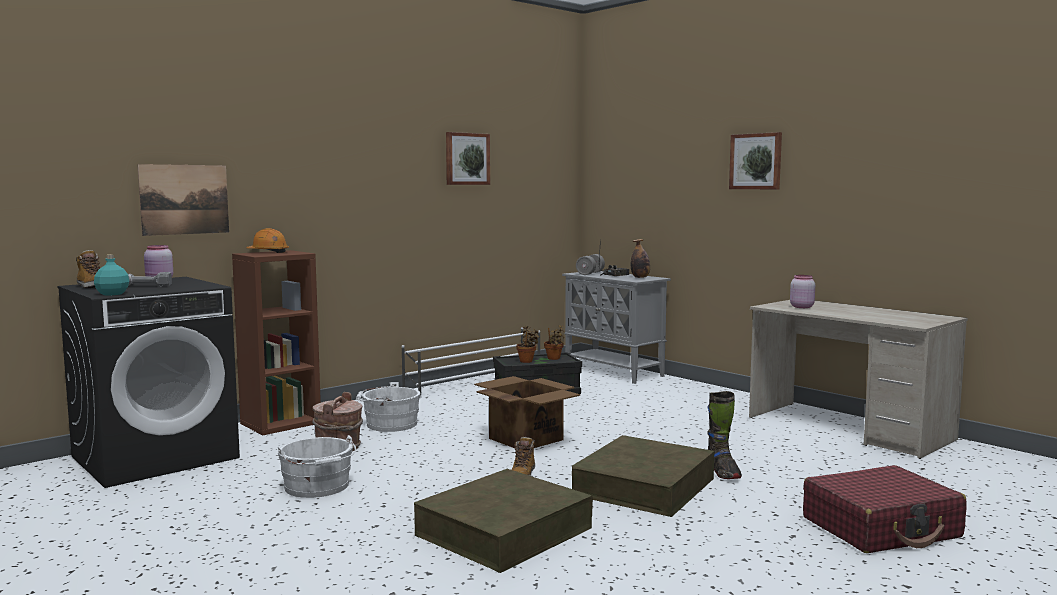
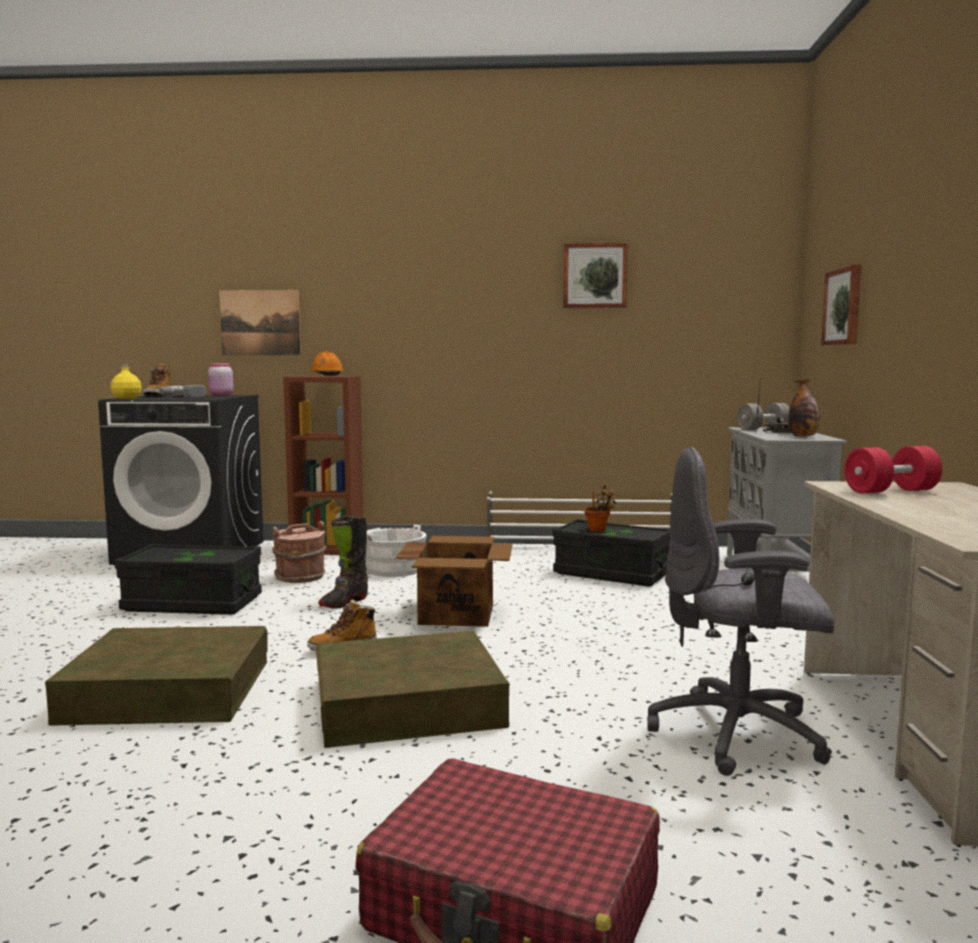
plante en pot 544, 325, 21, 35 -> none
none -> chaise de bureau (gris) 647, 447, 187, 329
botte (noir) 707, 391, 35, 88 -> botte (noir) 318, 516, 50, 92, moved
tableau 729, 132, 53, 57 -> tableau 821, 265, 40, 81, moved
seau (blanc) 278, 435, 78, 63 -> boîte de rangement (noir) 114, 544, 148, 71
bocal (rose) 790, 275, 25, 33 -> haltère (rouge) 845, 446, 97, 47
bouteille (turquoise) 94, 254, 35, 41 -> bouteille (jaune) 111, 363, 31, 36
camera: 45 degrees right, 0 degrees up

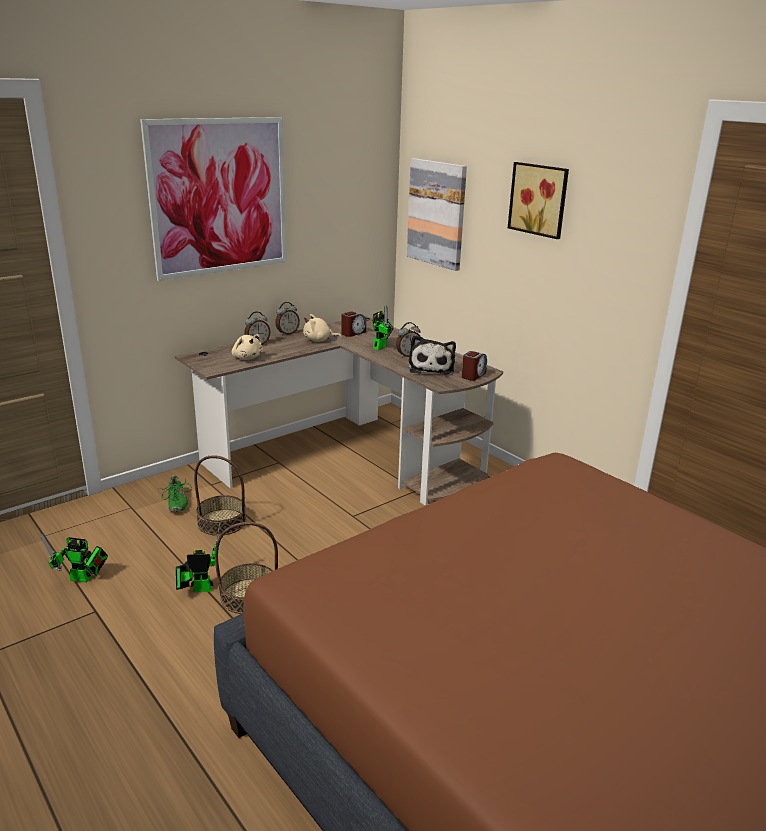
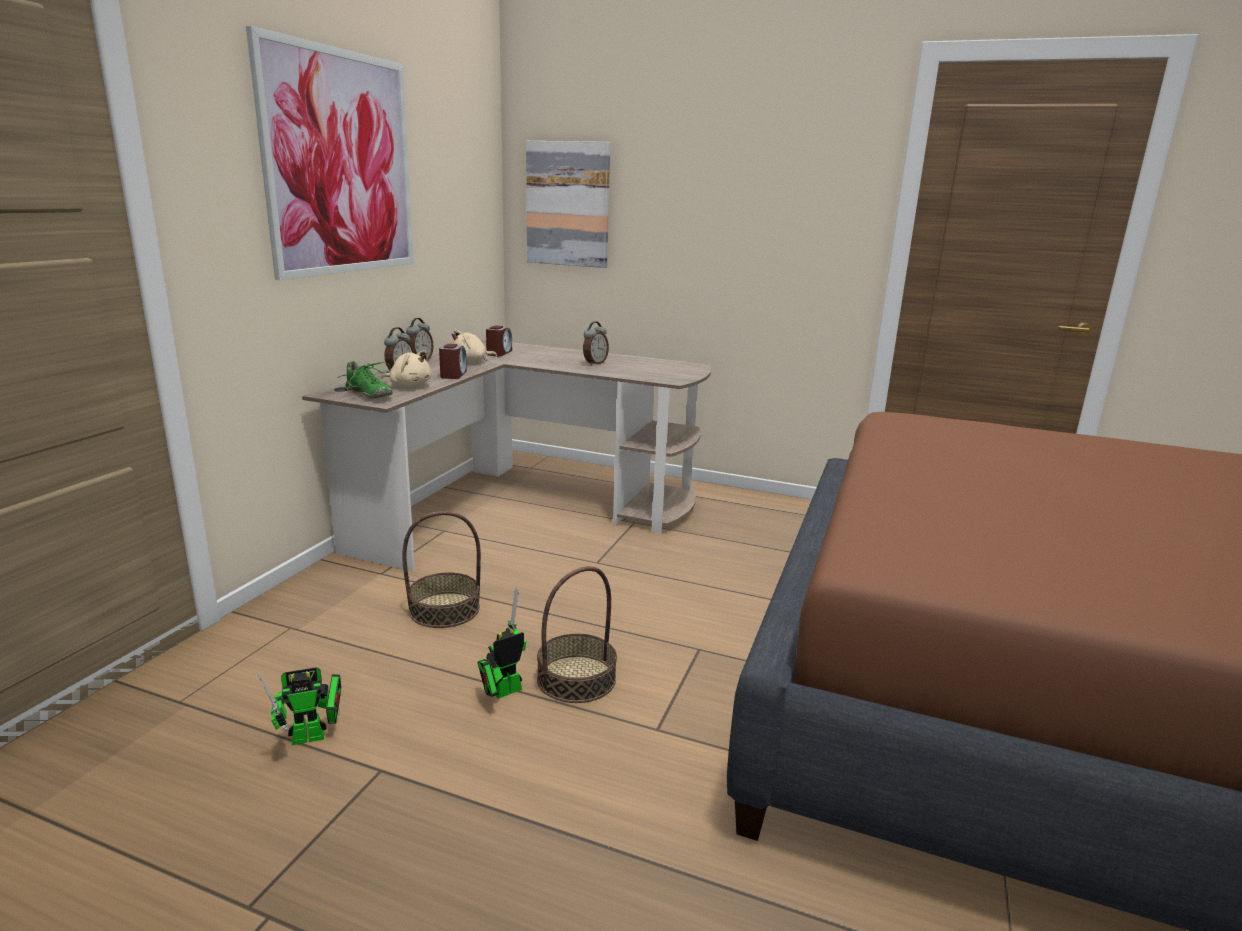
robot jouet 373, 305, 21, 45 -> none
peluche 409, 335, 47, 39 -> none
tableau 508, 162, 61, 77 -> none
chaussure (vert) 160, 475, 32, 37 -> chaussure (vert) 338, 361, 54, 37, moved
réveil 462, 351, 25, 30 -> réveil 439, 344, 28, 35, moved
camera: 30 degrees left, 5 degrees down

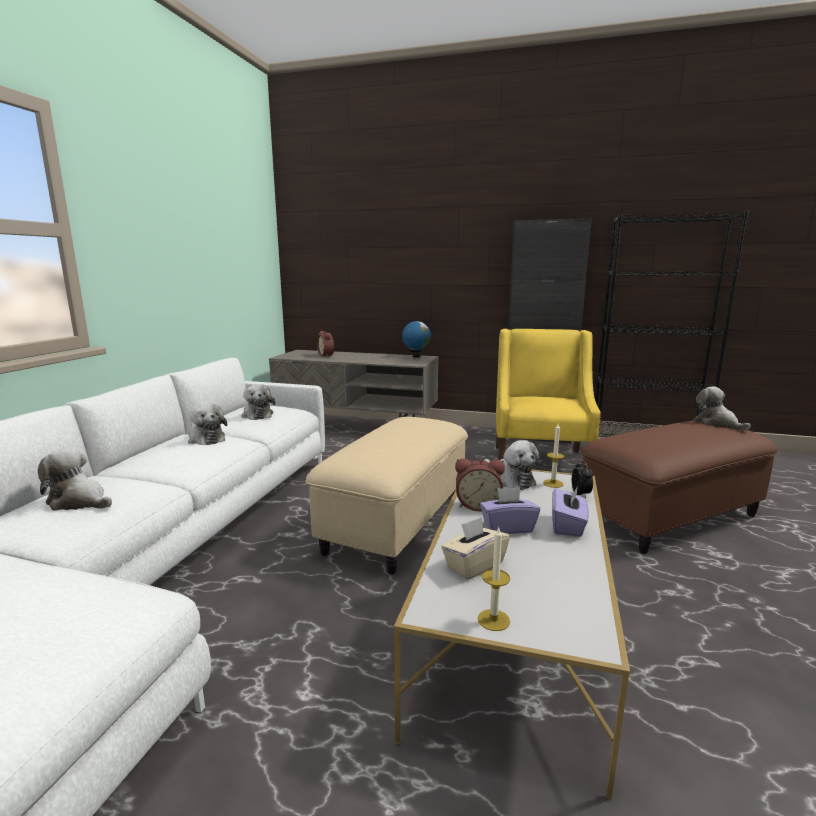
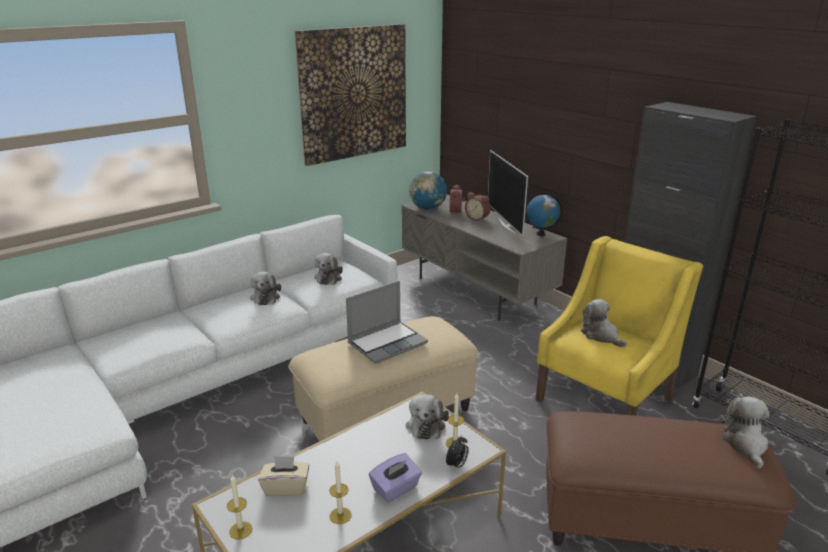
boîte à mouchoirs (violet) 480, 487, 60, 47 -> none
none -> tableau 295, 24, 111, 142
none -> bougie 329, 461, 23, 63
none -> ordinateur portable 346, 281, 82, 83
none -> globe 409, 171, 38, 39
none -> téléviseur 488, 150, 40, 86
peluche 38, 449, 74, 62 -> peluche 581, 299, 46, 49, moved
réveil 455, 458, 50, 53 -> réveil 465, 192, 26, 30, moved
camera: 35 degrees right, 10 degrees up

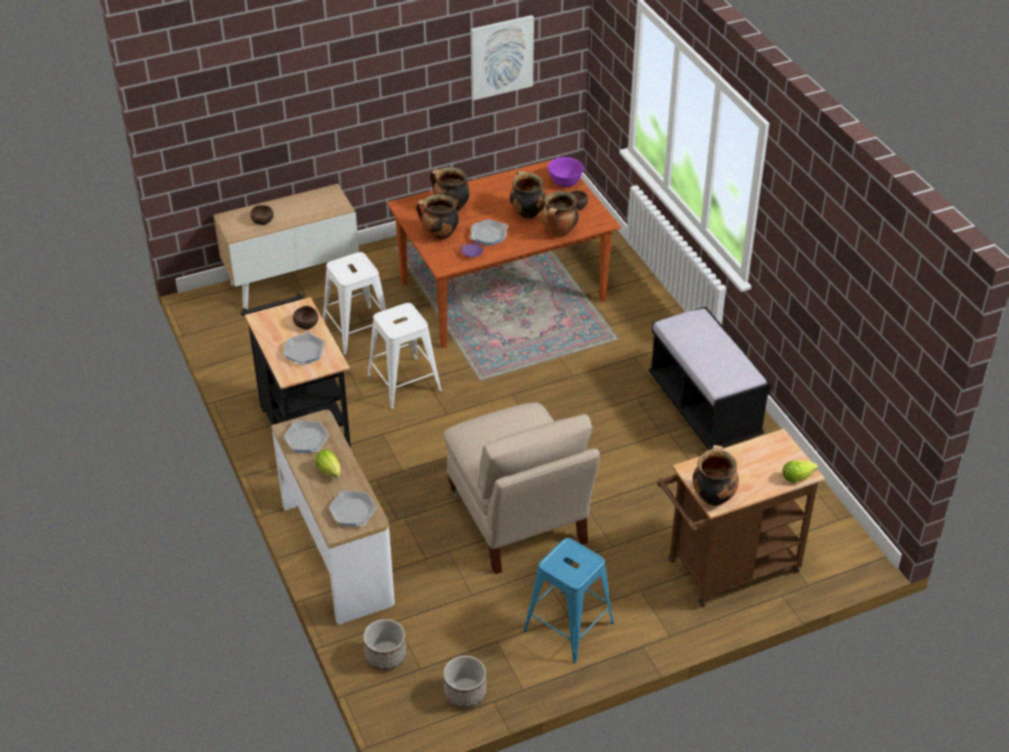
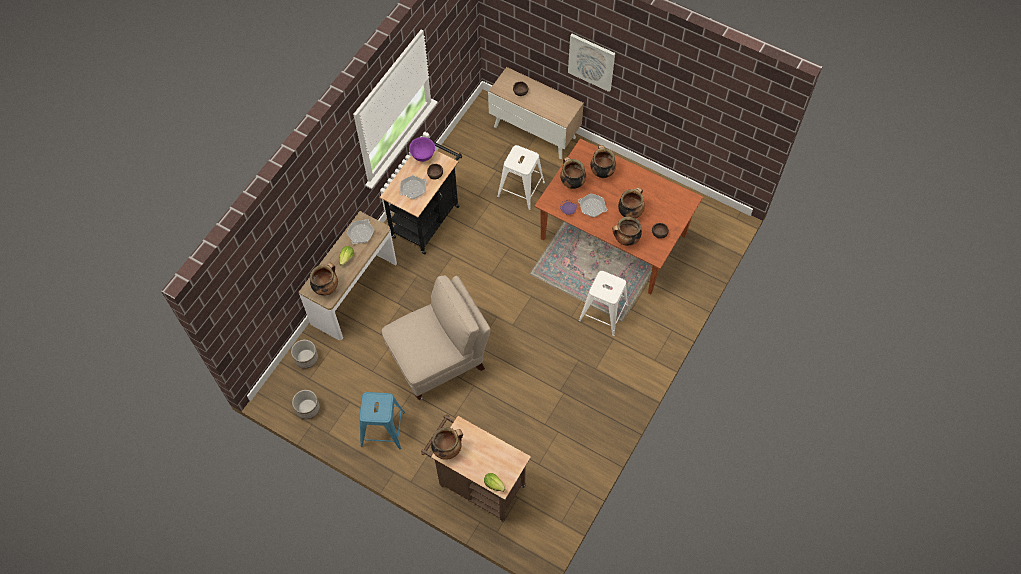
banc (noir) 648, 306, 123, 144 -> none
tabouret (blanc) 367, 303, 75, 106 -> tabouret (blanc) 579, 271, 50, 65, moved
tableau 471, 15, 63, 85 -> tableau 568, 34, 47, 58, moved
bol (violet) 547, 157, 37, 30 -> bol (violet) 409, 137, 26, 25, moved
poêle 329, 490, 47, 36 -> marmite 310, 263, 28, 33
chaise (beige) 444, 403, 156, 171 -> chaise (beige) 382, 275, 108, 125, 150 degrees counterclockwise
camera: 55 degrees right, 20 degrees up

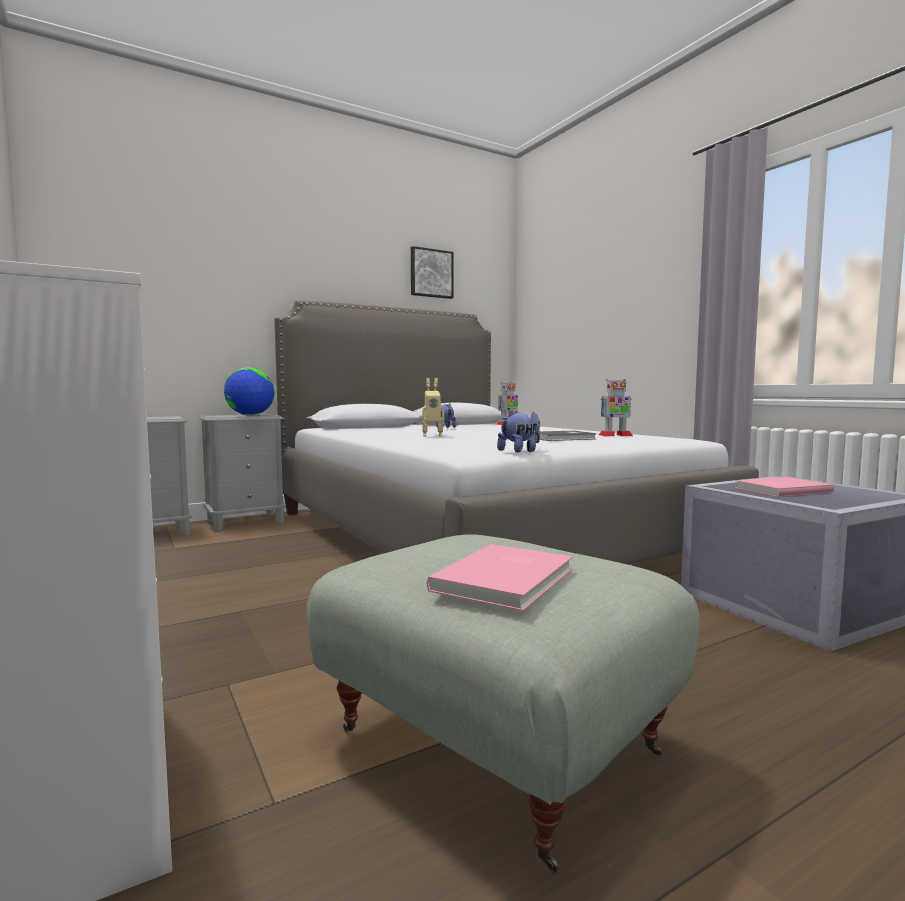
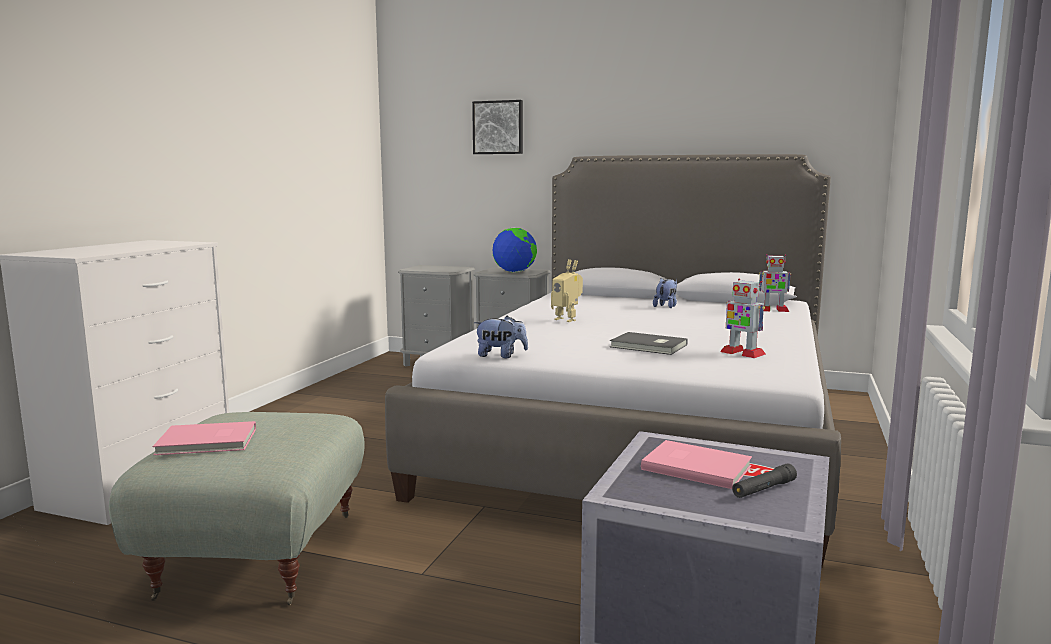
none -> lampe de poche (noir) 732, 464, 65, 34
tableau 411, 246, 43, 53 -> tableau 472, 100, 51, 54, moved
camera: 50 degrees right, 5 degrees up

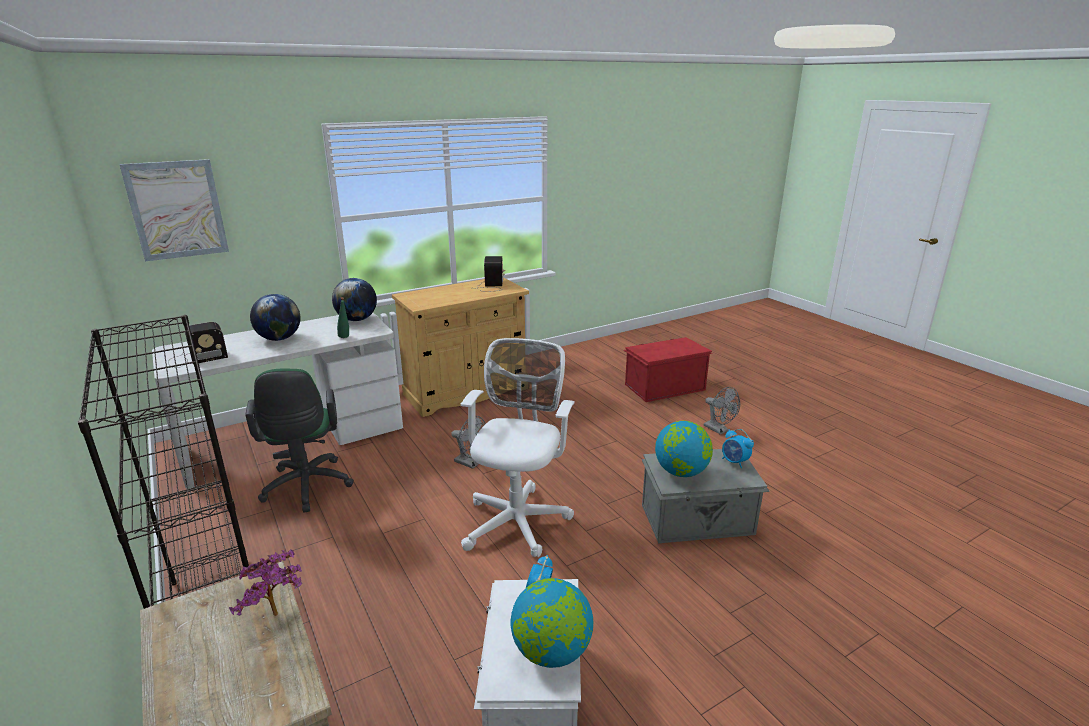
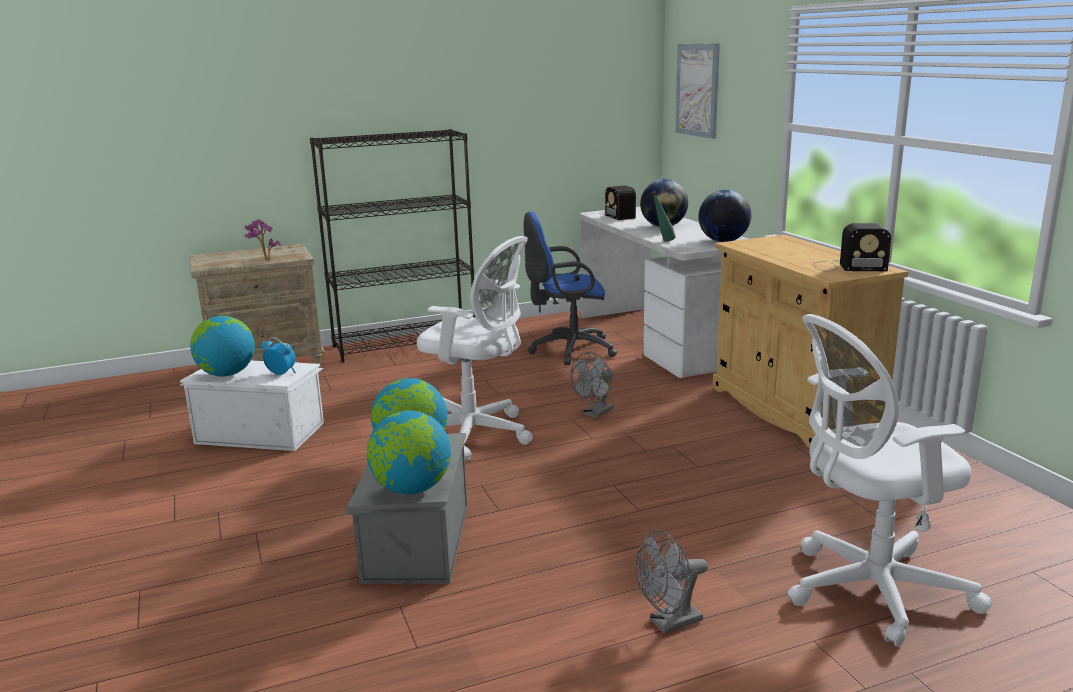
boîte de rangement (rouge) 623, 337, 89, 65 -> chaise de bureau (blanc) 788, 314, 205, 333
réveil 722, 429, 32, 39 -> globe 367, 410, 84, 84
chaise de bureau (vert) 245, 369, 109, 144 -> chaise de bureau (bleu) 524, 212, 93, 153
camera: 100 degrees right, 5 degrees down

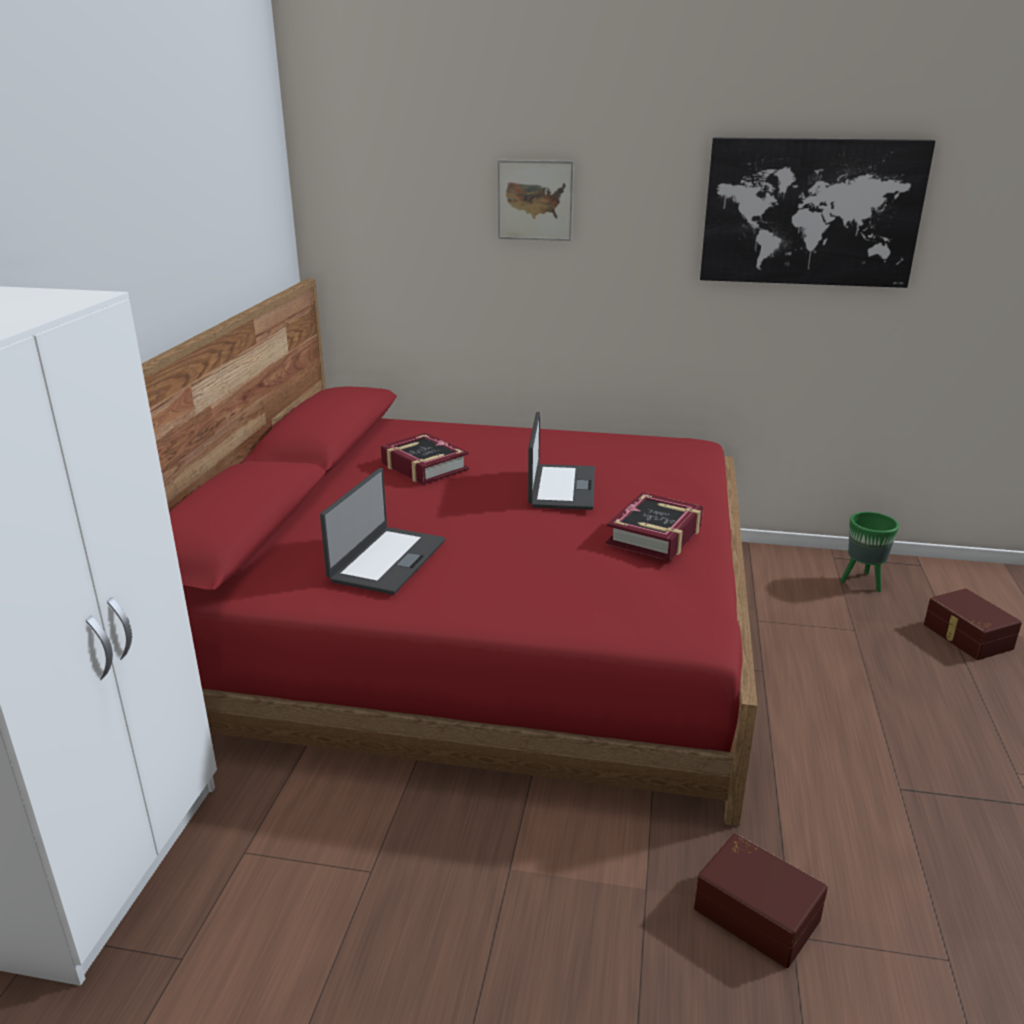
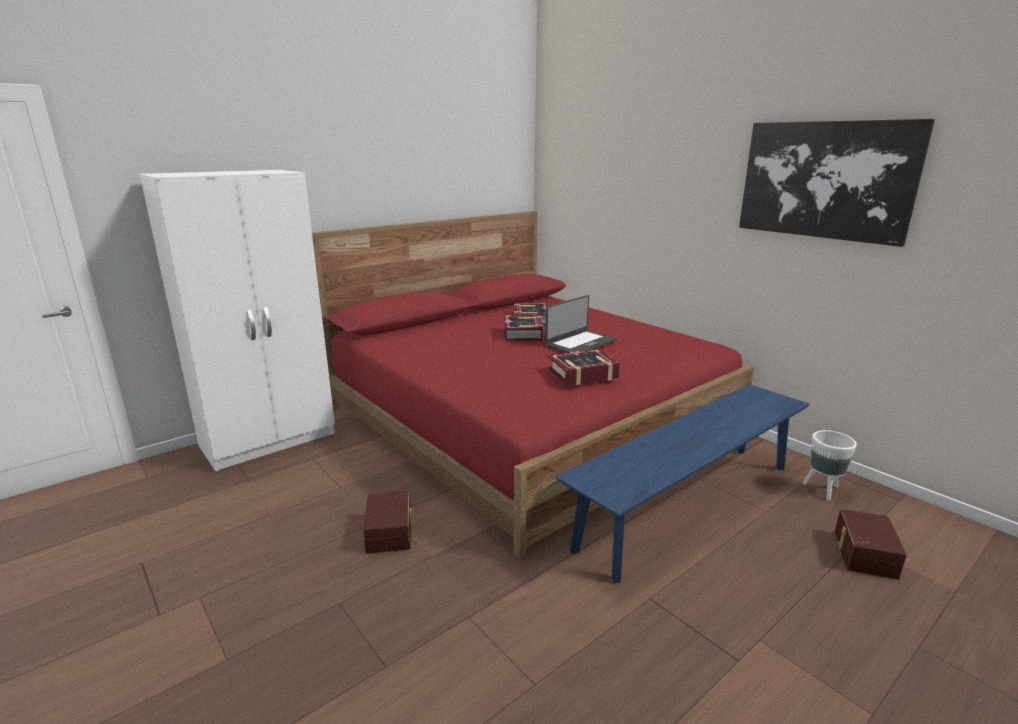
ordinateur portable 320, 468, 125, 127 -> none
tableau 498, 160, 76, 81 -> none
none -> livre 504, 315, 39, 26
none -> banc (bleu) 555, 384, 254, 199
boîte de rangement (marron) 694, 833, 134, 135 -> boîte de rangement (marron) 363, 491, 51, 63, moved
cache-pot (vert) 840, 512, 59, 80 -> cache-pot (blanc) 803, 430, 54, 71
camera: 40 degrees right, 5 degrees down

